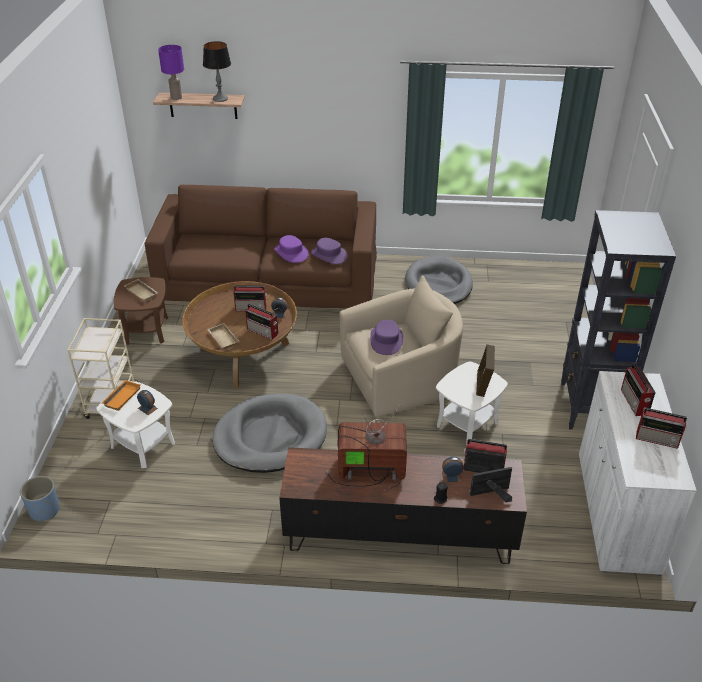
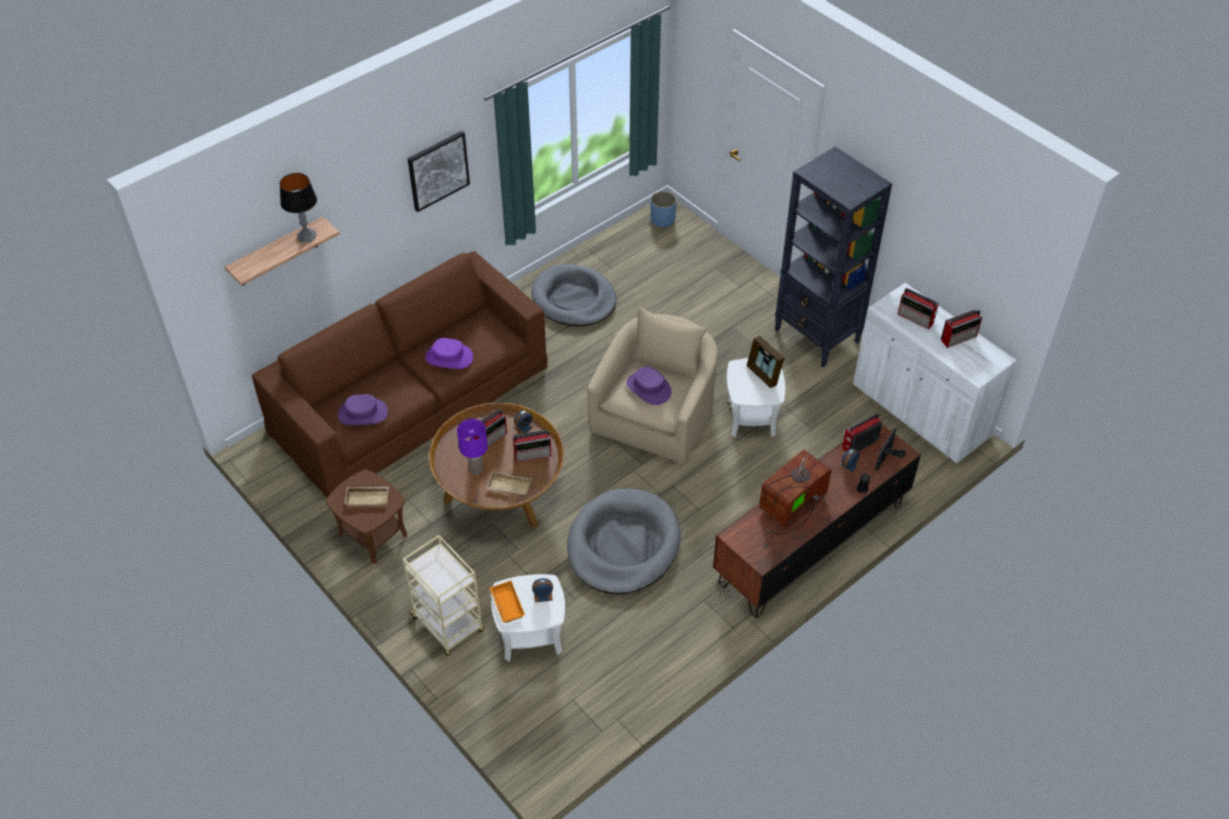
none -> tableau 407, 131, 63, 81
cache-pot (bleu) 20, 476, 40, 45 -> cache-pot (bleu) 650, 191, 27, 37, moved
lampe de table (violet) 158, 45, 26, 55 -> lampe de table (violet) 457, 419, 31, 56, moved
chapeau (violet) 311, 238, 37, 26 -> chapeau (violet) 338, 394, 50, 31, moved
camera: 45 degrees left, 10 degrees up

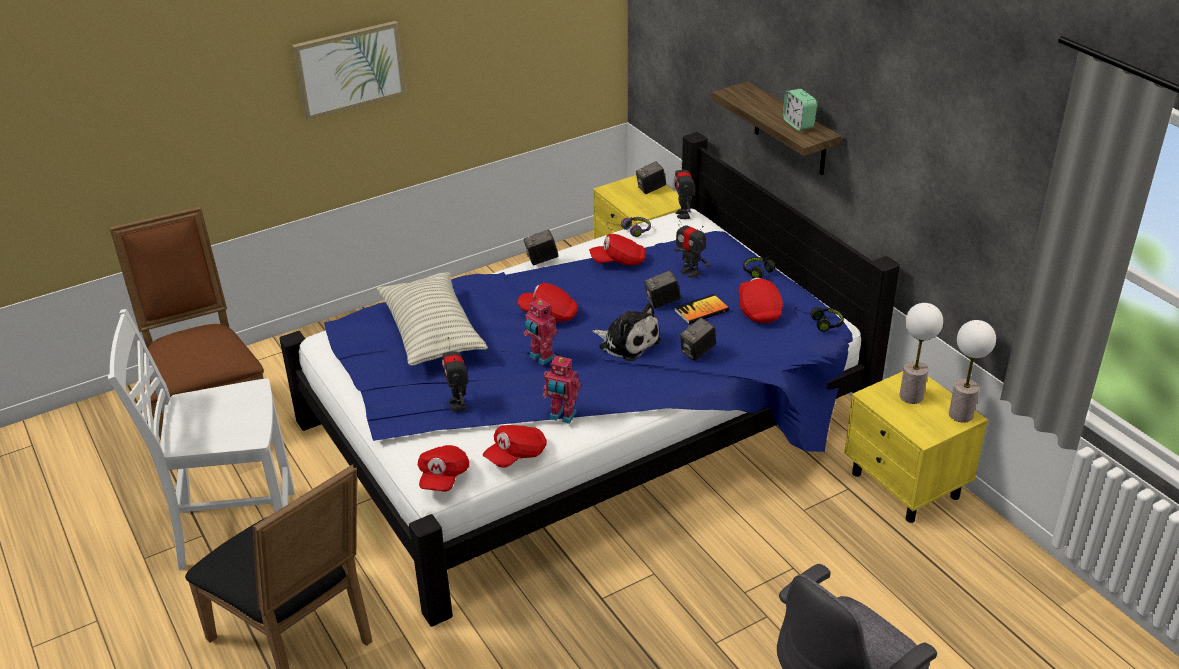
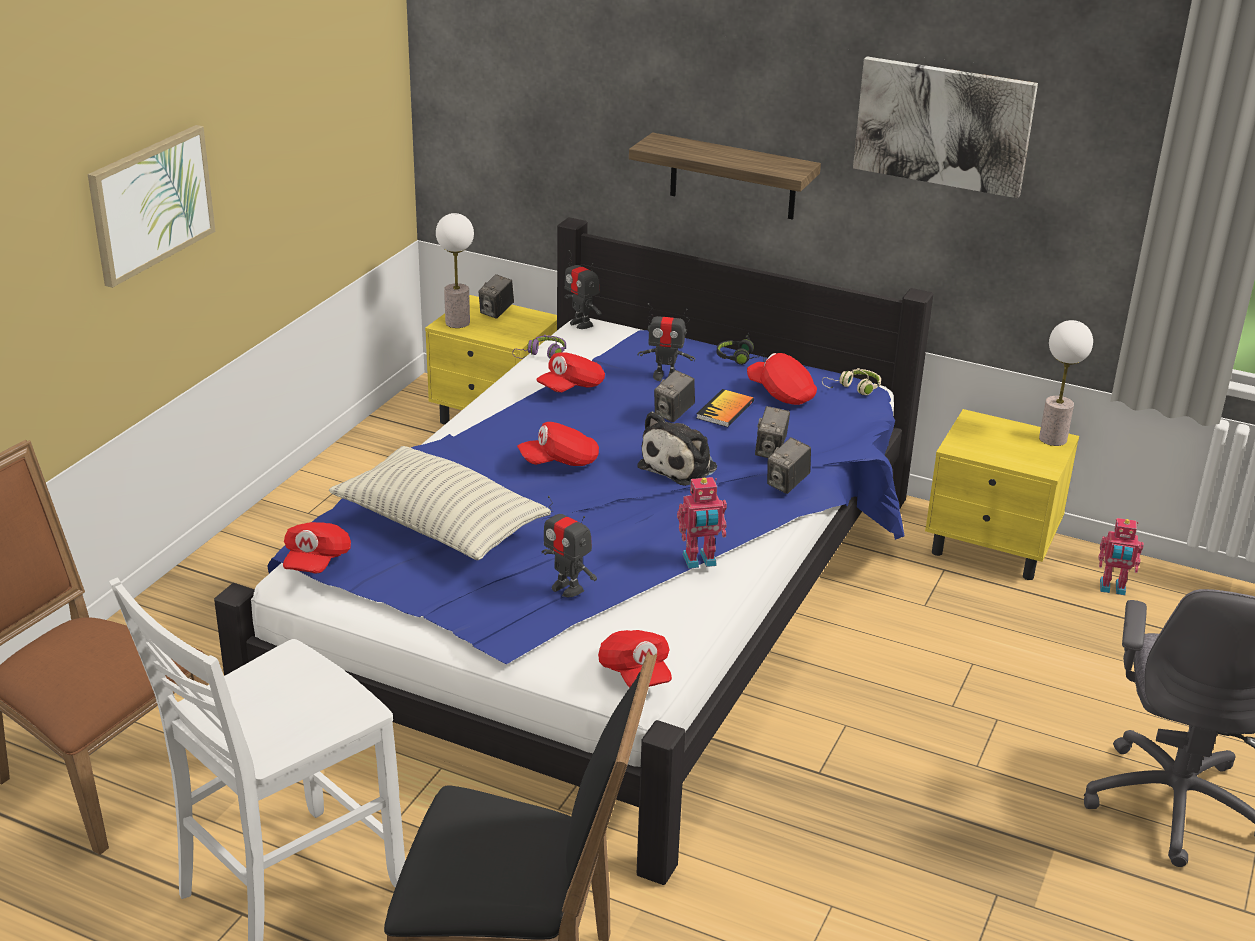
réveil 782, 89, 35, 42 -> none
none -> tableau 853, 56, 185, 142
casquette (rouge) 483, 425, 64, 43 -> casquette (rouge) 283, 522, 68, 51, moved
robot jouet 523, 298, 34, 67 -> robot jouet 1099, 518, 45, 77, moved
appareil photo 524, 230, 35, 35 -> appareil photo 767, 437, 44, 57, moved
lampe de table 899, 303, 44, 101 -> lampe de table 436, 213, 38, 115, moved
casque audio (noir) 795, 307, 49, 25 -> casque audio (beige) 822, 368, 59, 27
peluche 592, 303, 69, 58 -> peluche 637, 411, 80, 75, 120 degrees clockwise
camera: 35 degrees left, 5 degrees down

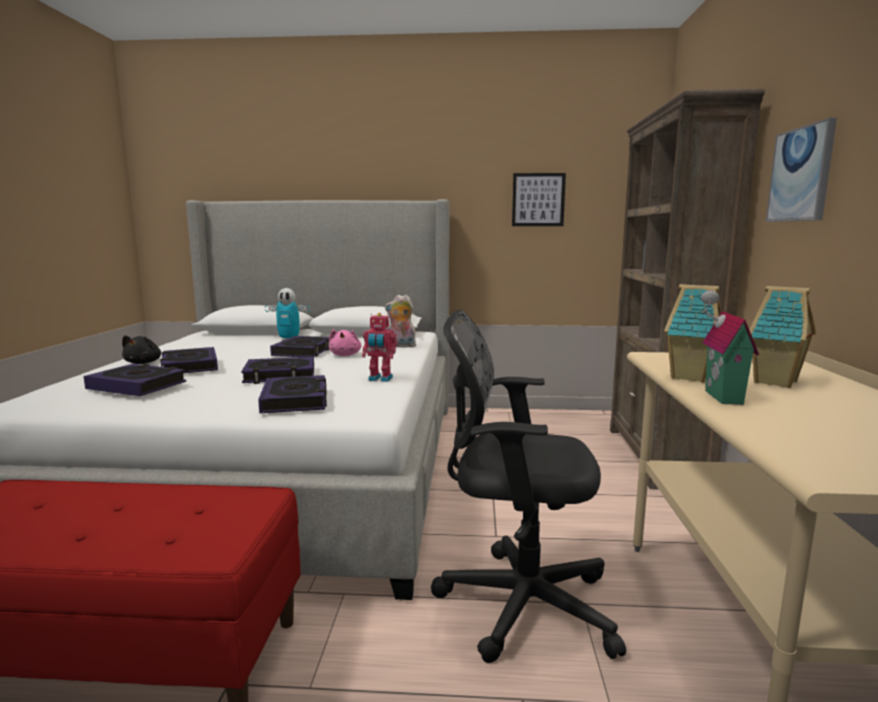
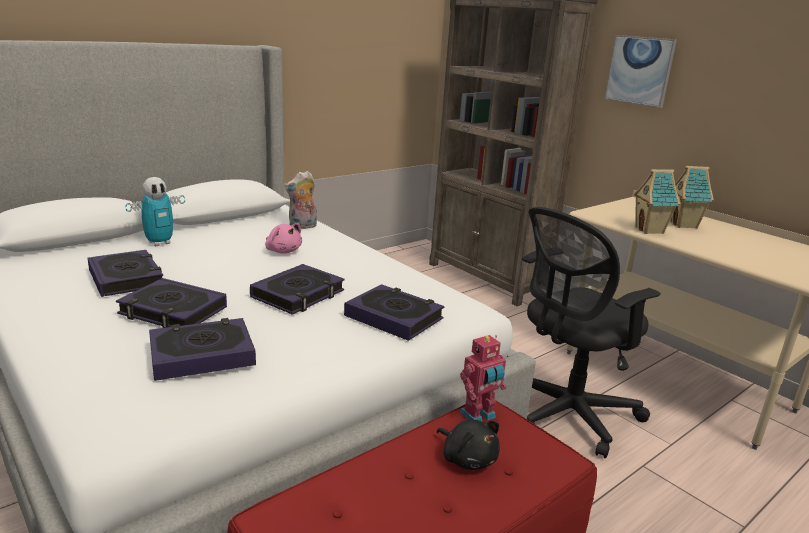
tableau 512, 173, 54, 53 -> none
maison miniature 701, 291, 58, 114 -> none
peluche (noir) 122, 335, 39, 29 -> peluche (noir) 437, 419, 63, 51, moved
livre 270, 336, 60, 21 -> livre 87, 250, 76, 47, moved
robot jouet 362, 313, 35, 69 -> robot jouet 460, 335, 46, 86, moved
camera: 45 degrees left, 10 degrees up

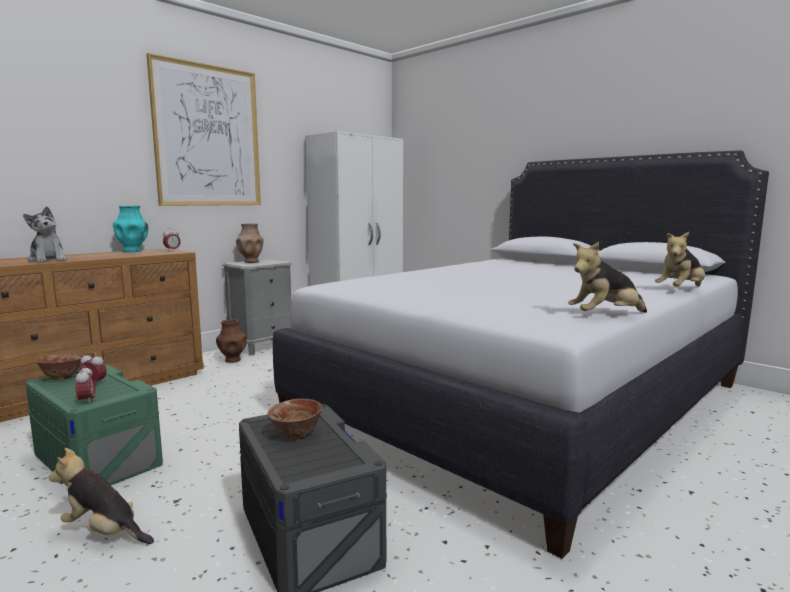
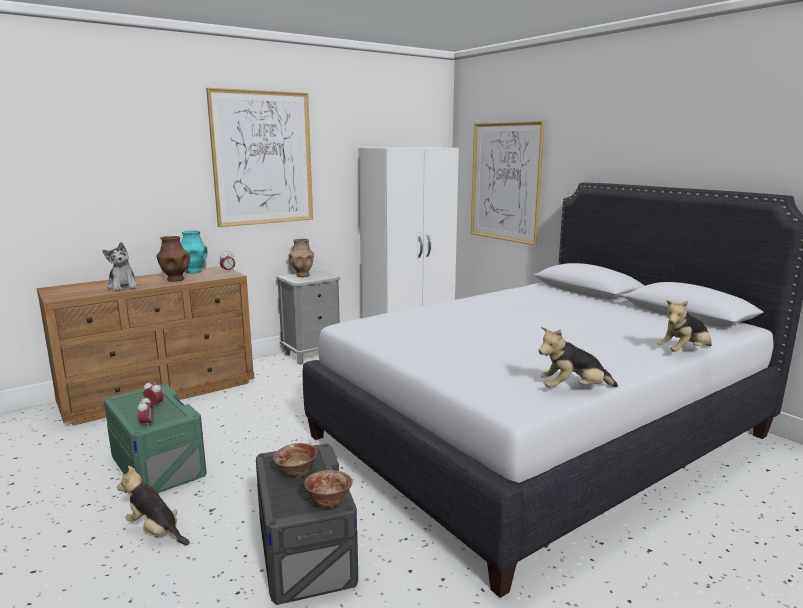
none -> tableau 471, 121, 73, 124
bol 36, 353, 48, 27 -> bol 304, 470, 49, 39, moved
vase (marron) 216, 319, 31, 44 -> vase (marron) 157, 236, 33, 46, moved
camera: 10 degrees right, 5 degrees up

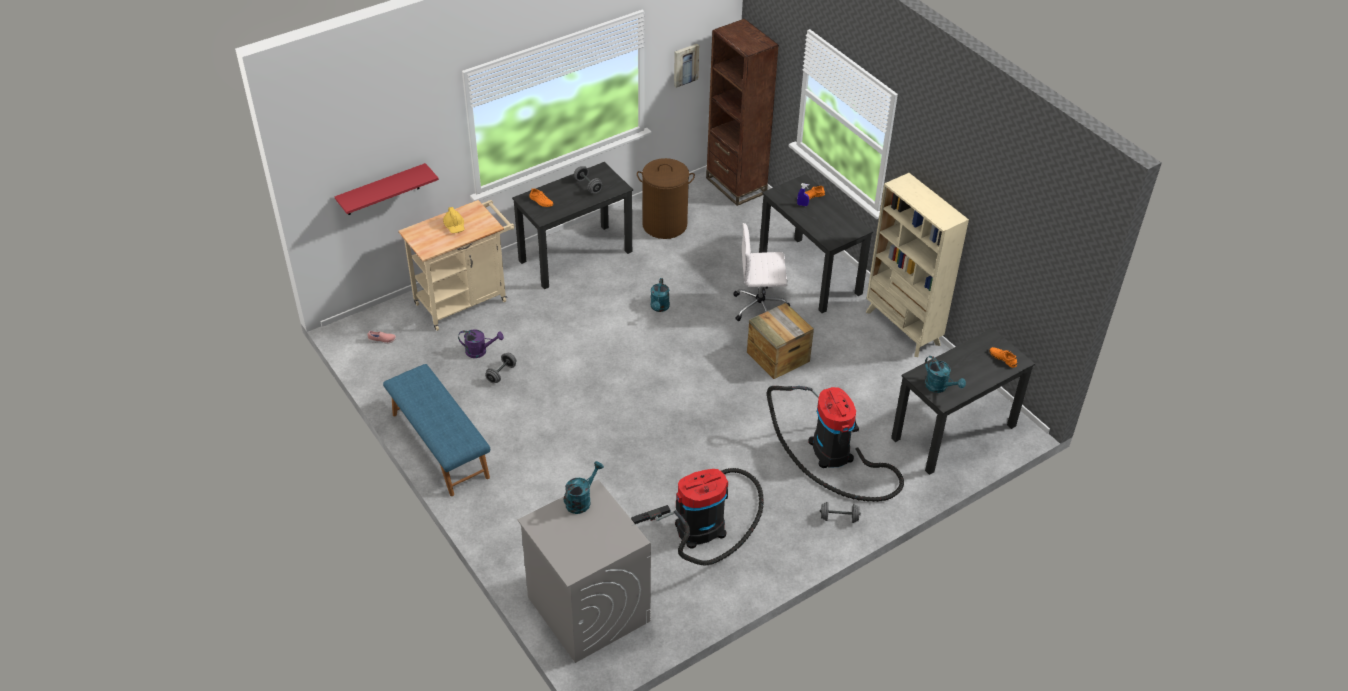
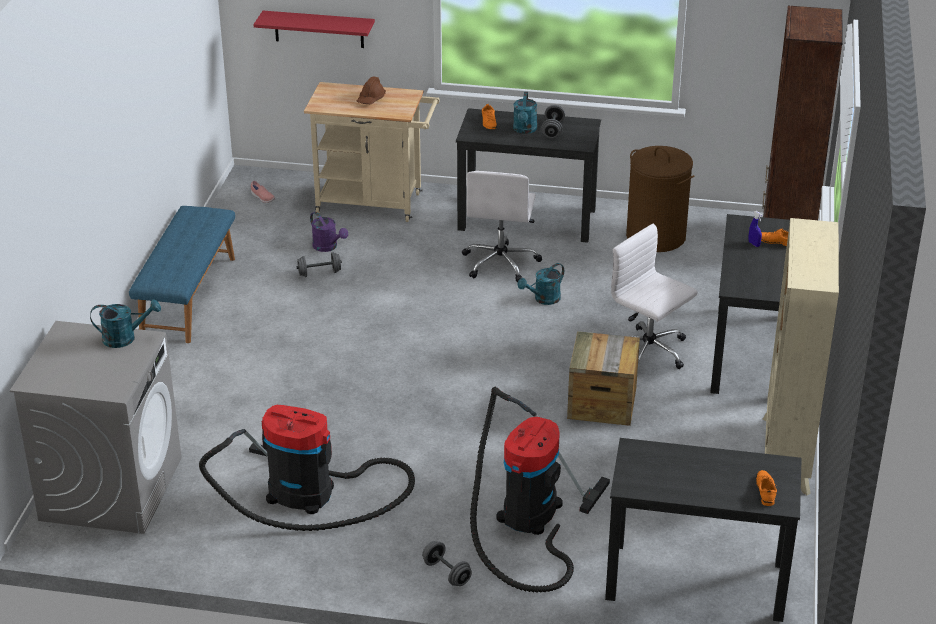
tableau 674, 44, 25, 44 -> none
none -> chaise de bureau (blanc) 462, 171, 80, 111
arrosoir (turquoise) 925, 356, 41, 37 -> arrosoir (turquoise) 513, 92, 24, 42, moved
casque de chantier (jaune) 443, 207, 22, 26 -> casque de chantier (marron) 357, 76, 29, 28
camera: 45 degrees right, 10 degrees down

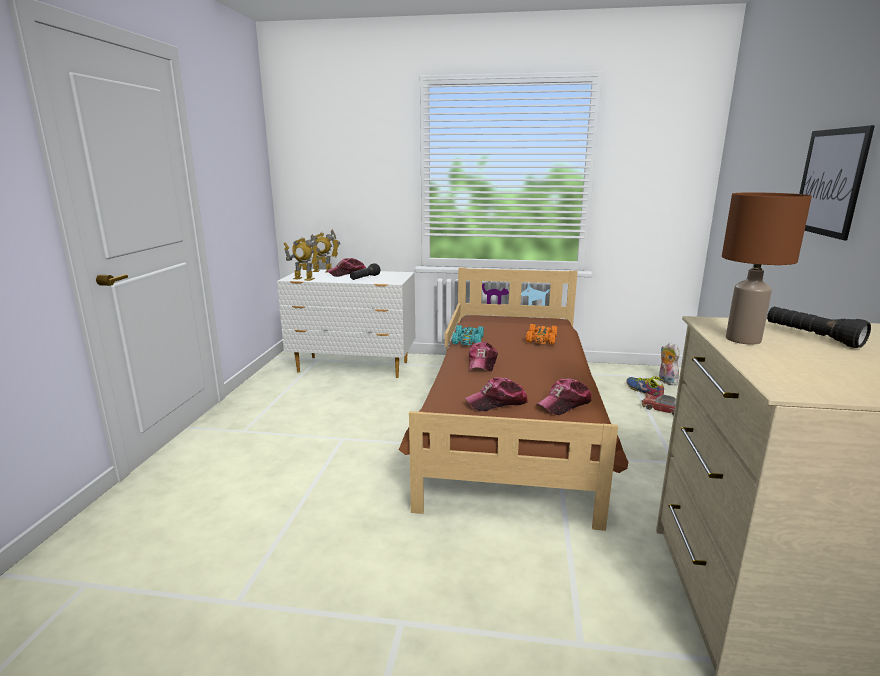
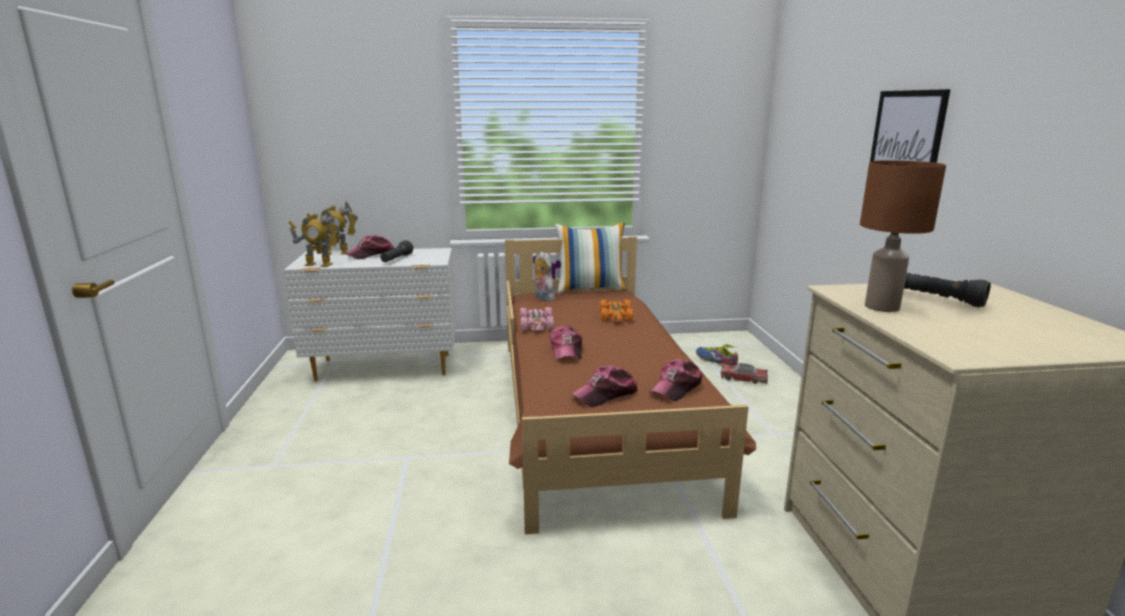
none -> coussin 555, 222, 72, 71
peluche 659, 342, 20, 43 -> peluche 534, 252, 23, 49, moved
petite voiture (turquoise) 452, 325, 32, 20 -> petite voiture (rose) 520, 307, 34, 24
camera: 15 degrees left, 0 degrees up

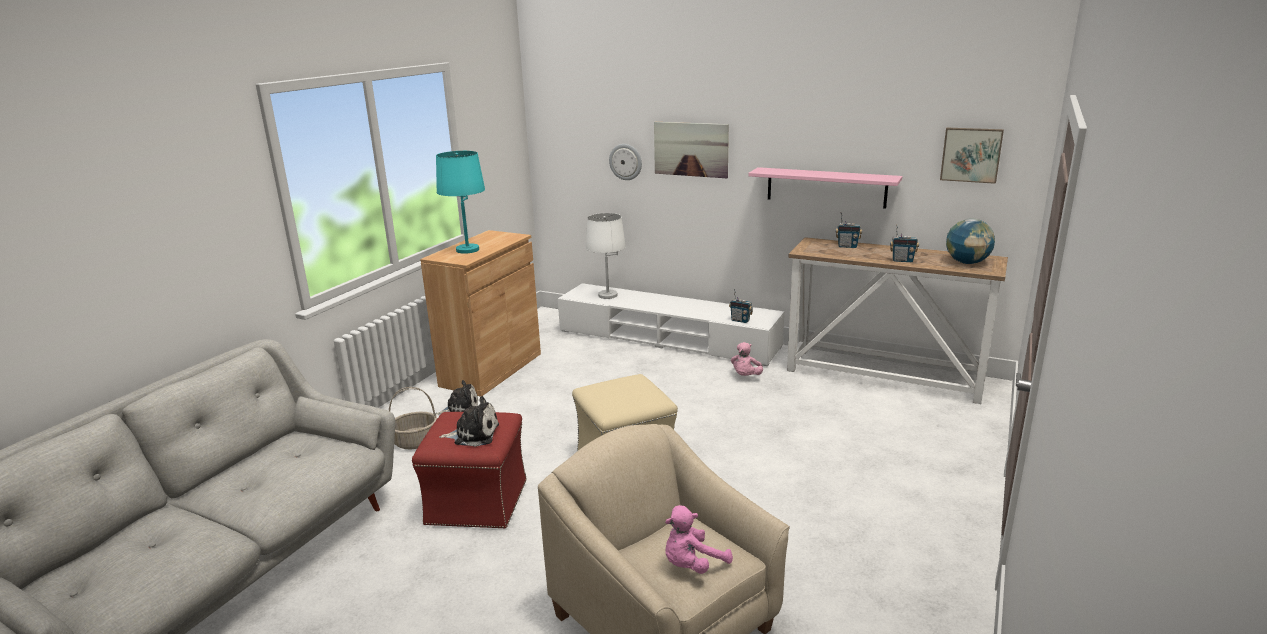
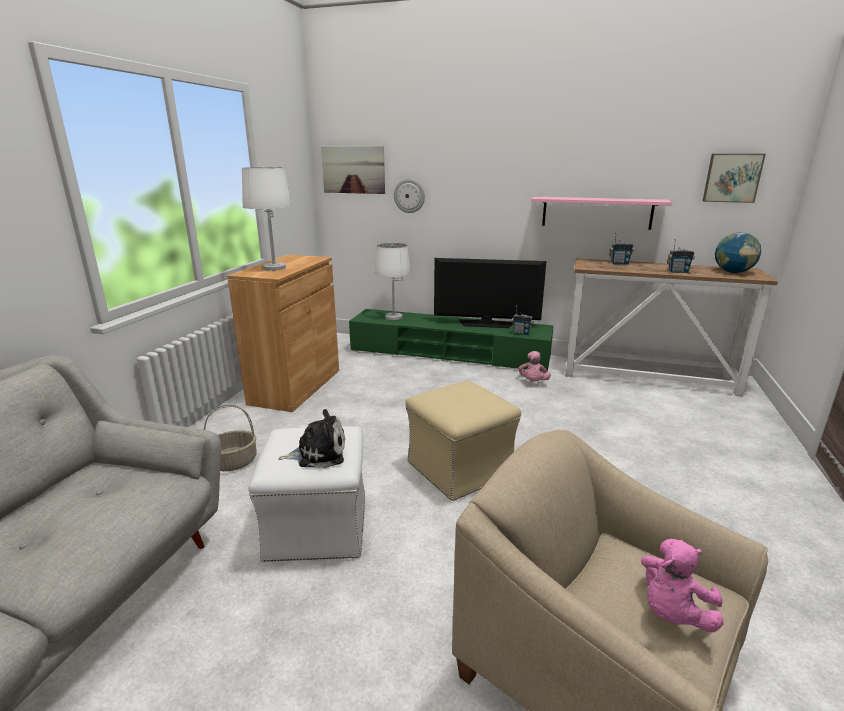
peluche 435, 380, 43, 35 -> none
none -> téléviseur 434, 258, 112, 70
tableau 654, 122, 75, 56 -> tableau 321, 146, 64, 48, moved
pouf (rouge) 412, 412, 115, 116 -> pouf (blanc) 248, 426, 117, 136
lampe de table (turquoise) 436, 151, 49, 103 -> lampe de table (blanc) 242, 166, 50, 105
meuble télé (blanc) 558, 283, 226, 83 -> meuble télé (vert) 349, 309, 205, 62
camera: 10 degrees left, 0 degrees up

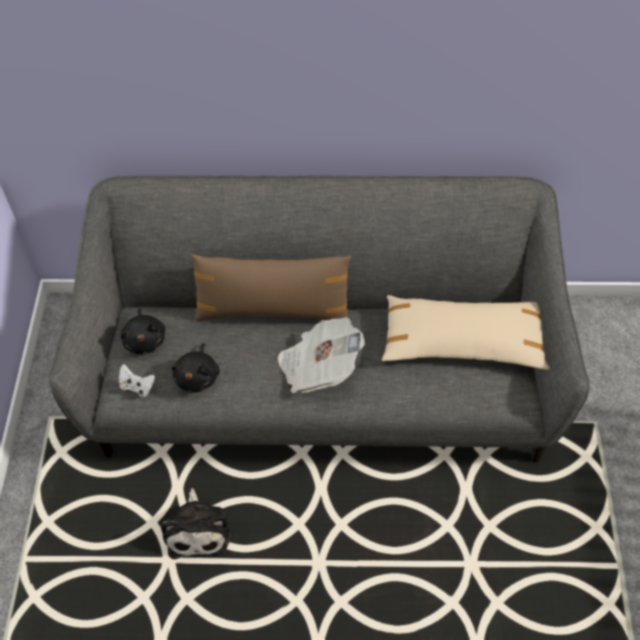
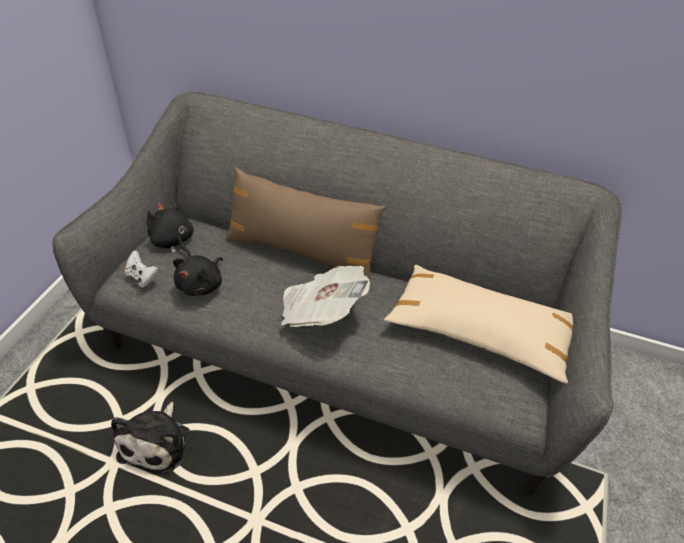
peluche (noir) 120, 308, 45, 46 -> peluche (noir) 147, 200, 47, 57, 135 degrees clockwise
camera: 15 degrees right, 10 degrees down

